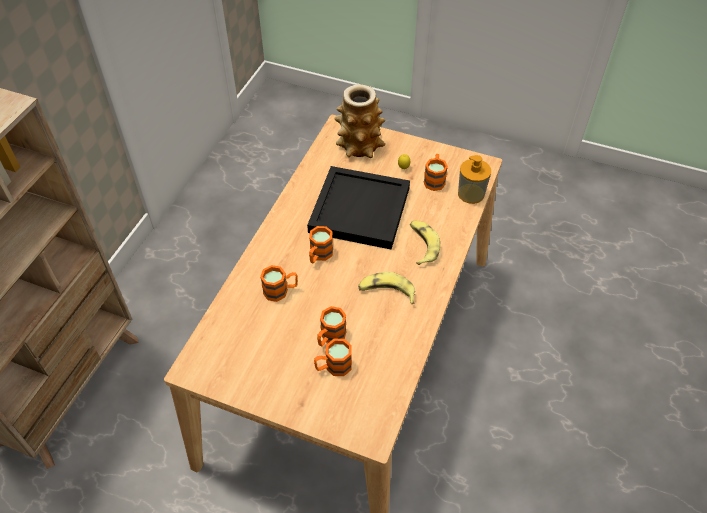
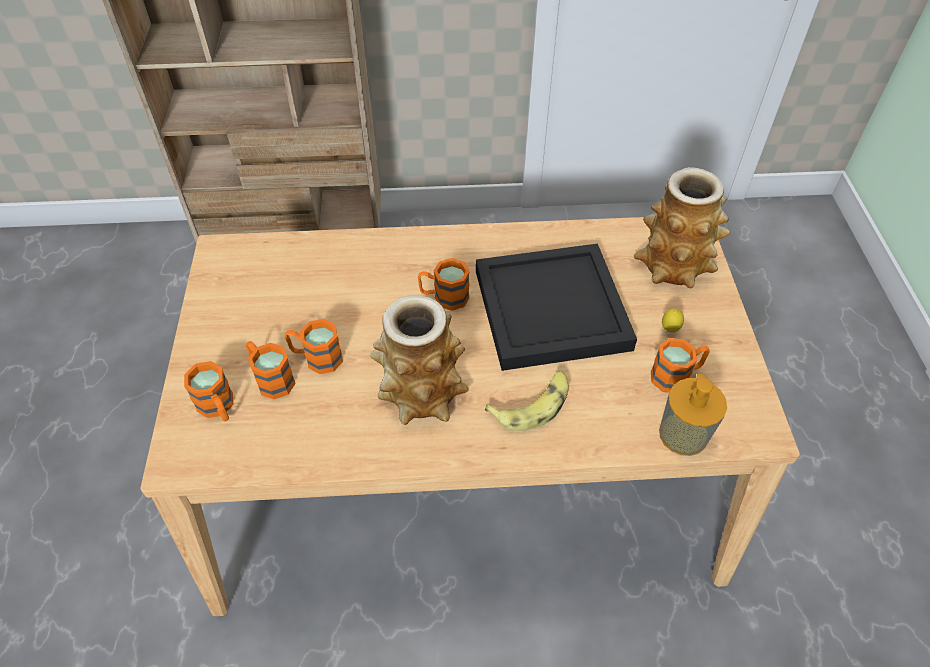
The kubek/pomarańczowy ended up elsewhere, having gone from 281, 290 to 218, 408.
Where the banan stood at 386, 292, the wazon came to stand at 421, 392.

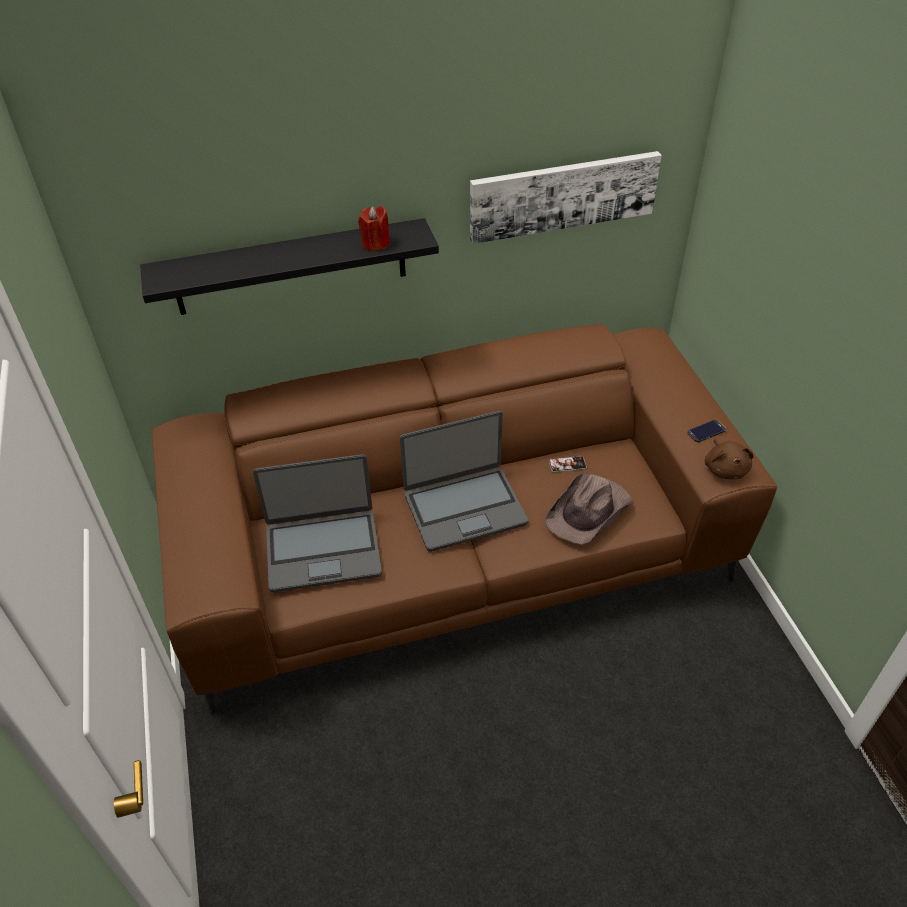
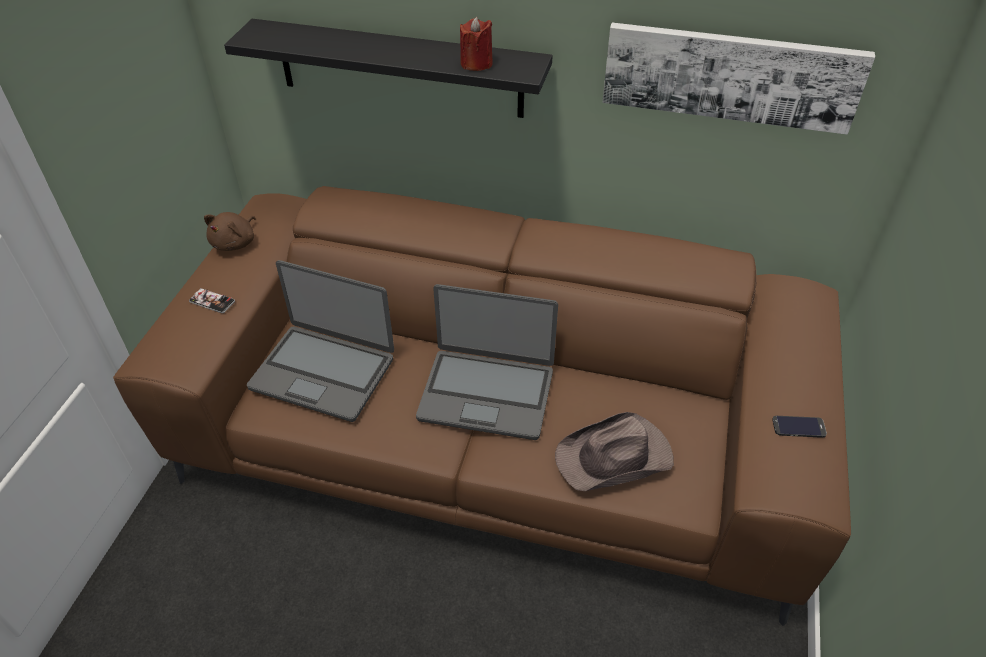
The telefon ended up elsewhere, having gone from 567, 464 to 212, 301.
The pluszak/brązowy ended up elsewhere, having gone from 725, 468 to 235, 243.

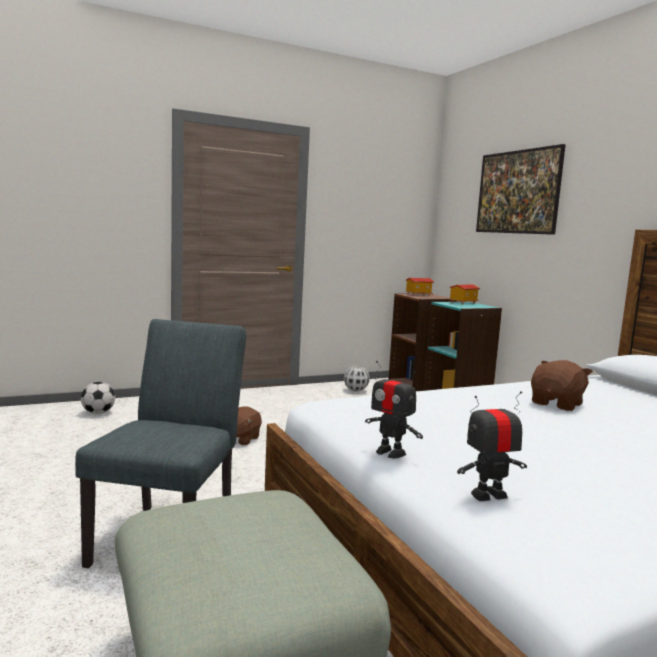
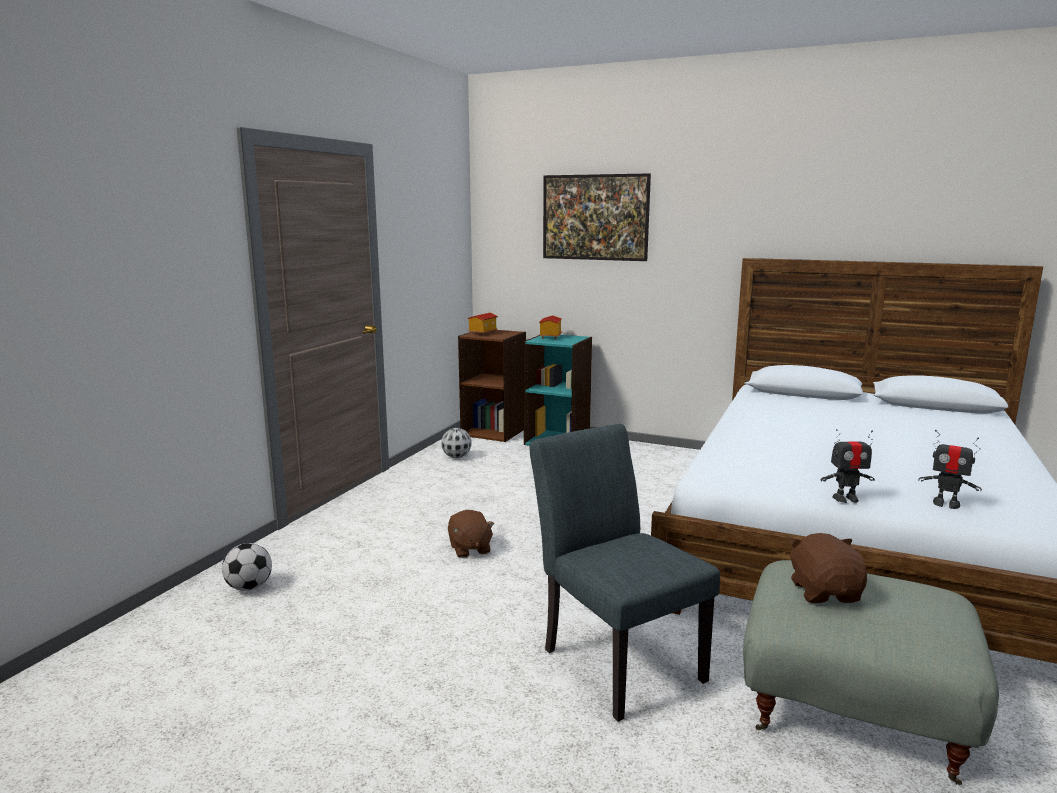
The pluszak/brązowy ended up elsewhere, having gone from 557, 404 to 825, 592.
The robot zabawkowy at 488, 495 ended up facing another way, 90 degrees counterclockwise from before.

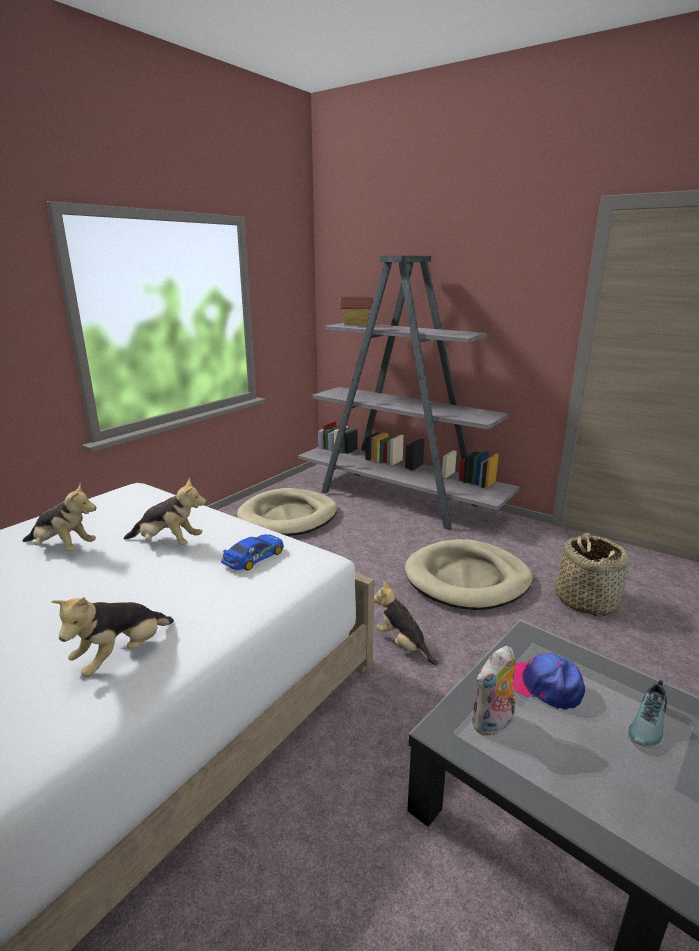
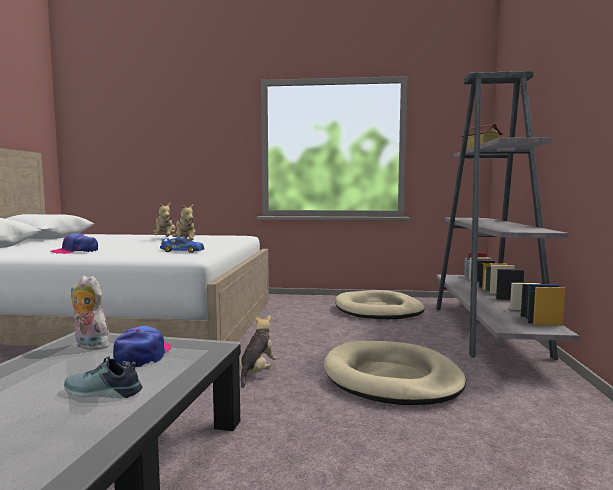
The second view lost the koszyk at 585, 600.
Where the pluszak stood at 122, 655, the czapka z daszkiem came to stand at 75, 251.

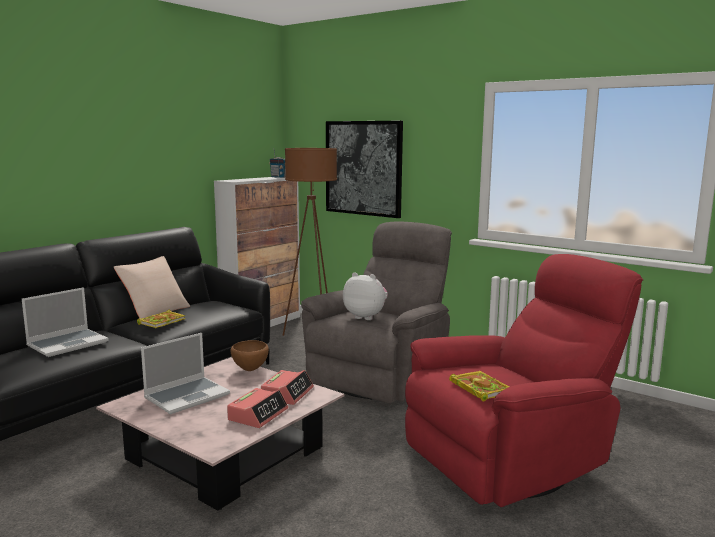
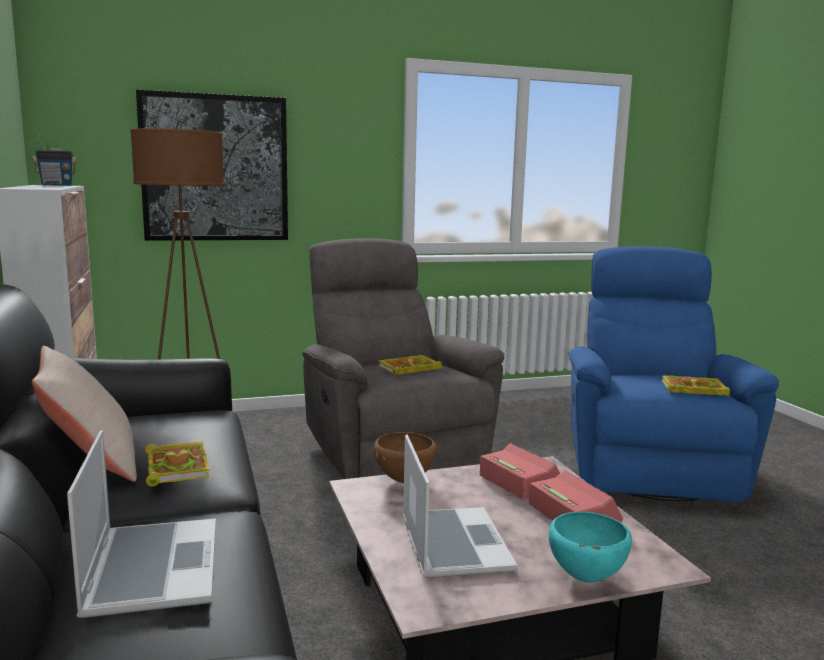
The second view gained the miska/turkusowy at 586, 578.
Where the pluszak stood at 366, 316, the książka came to stand at 408, 369.
What was the fotel/czerwony at 512, 460 turned into the fotel/niebieski at 648, 466.

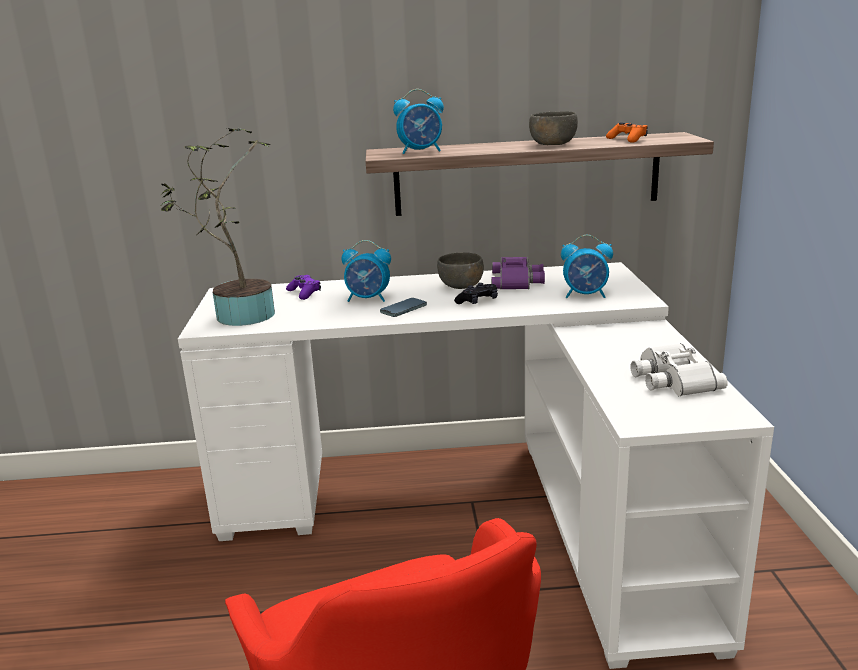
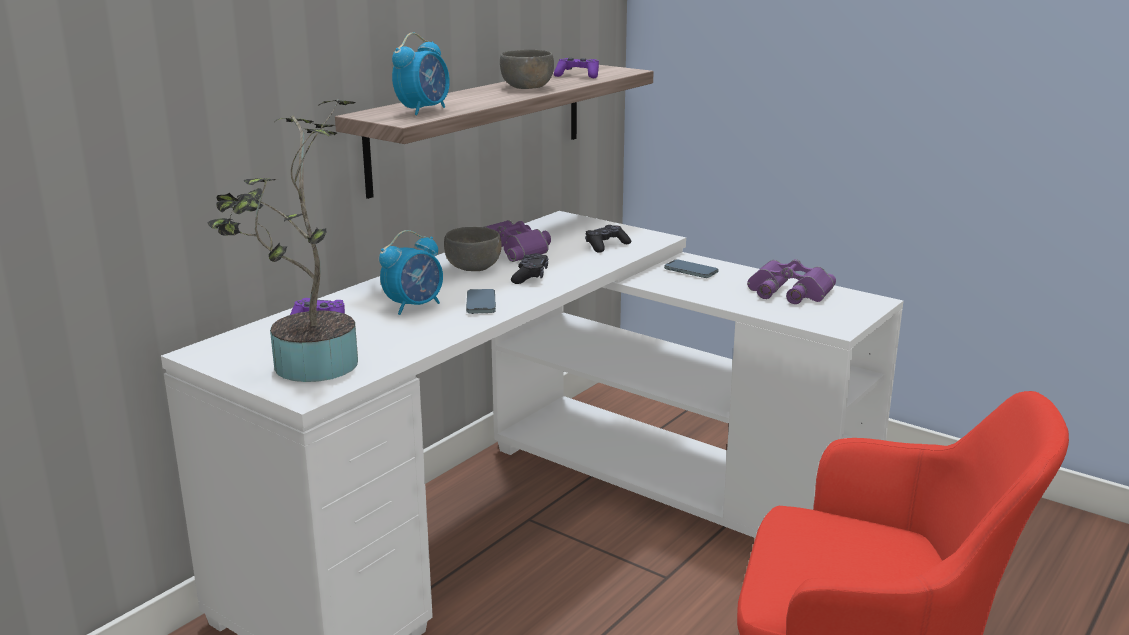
The second view gained the telefon at 691, 271.
Where the budzik stood at 585, 295, the pad do gier/czarny came to stand at 606, 246.
What was the pad do gier/pomarańczowy at 627, 139 turned into the pad do gier/fioletowy at 577, 76.
What was the lornetka/biały at 671, 379 turned into the lornetka/fioletowy at 787, 292.

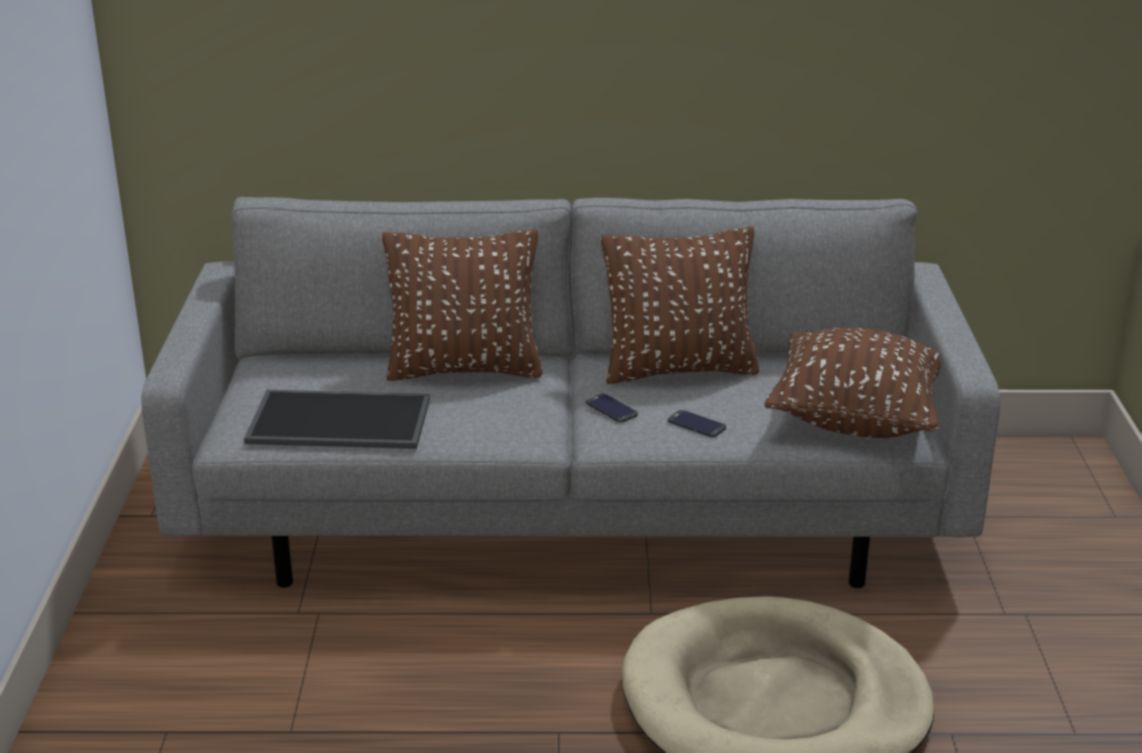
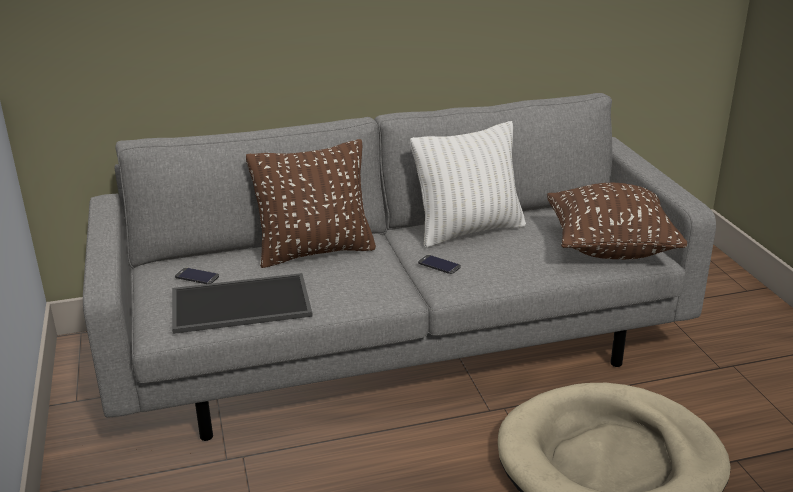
The telefon ended up elsewhere, having gone from 696, 424 to 197, 276.
What was the poduszka/brązowy at 679, 369 turned into the poduszka/biały at 468, 231.

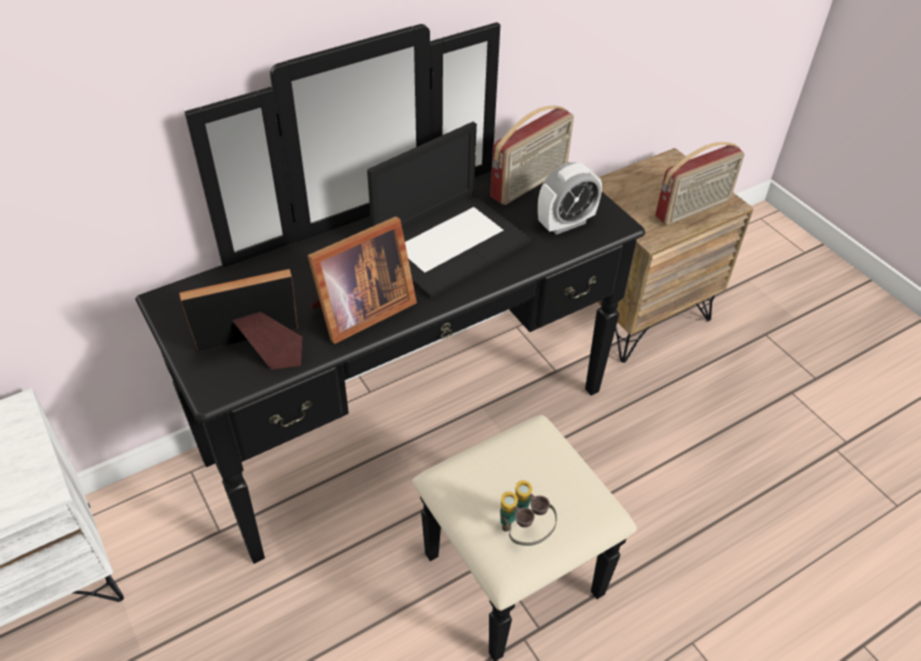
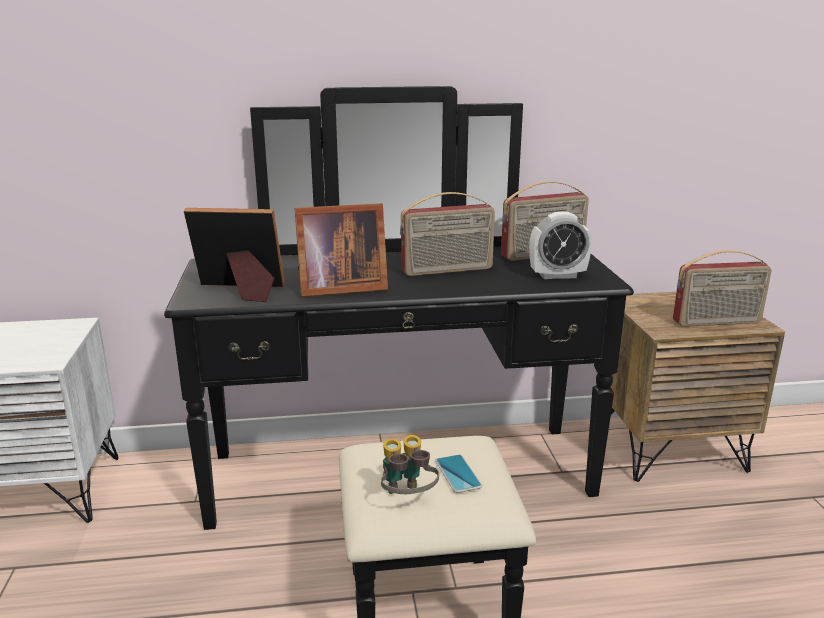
The second view gained the telefon at 458, 474.
Where the laptop stood at 452, 243, the radio came to stand at 447, 270.

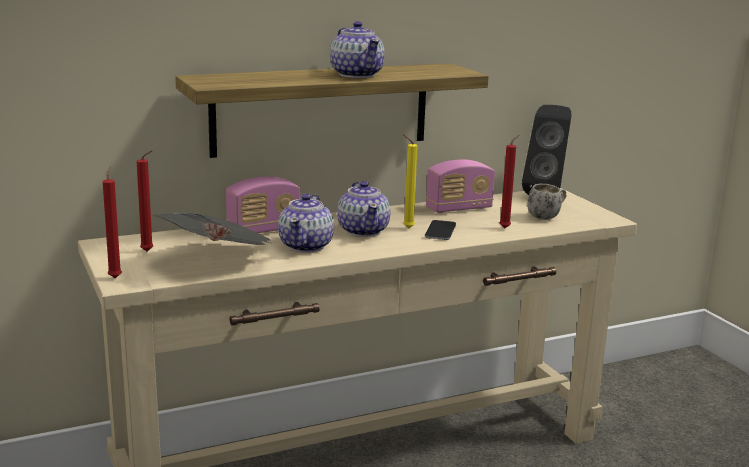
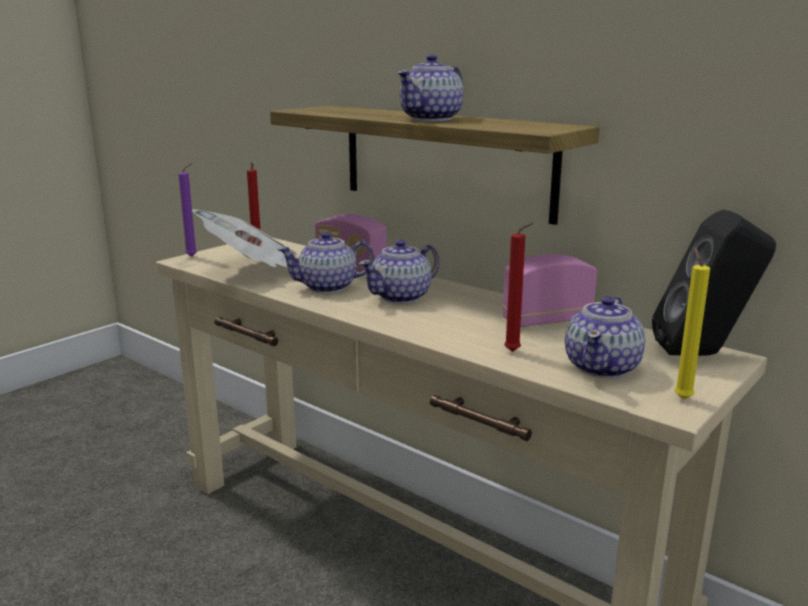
The second view lost the telefon at 440, 231.
The świeca/żółty ended up elsewhere, having gone from 406, 228 to 681, 397.
Where the kubek/biały stood at 547, 217, the imbryk came to stand at 603, 367.
What was the świeca/czerwony at 115, 277 turned into the świeca/fioletowy at 193, 256.
The radio at 459, 209 ended up facing another way, 120 degrees clockwise from before.

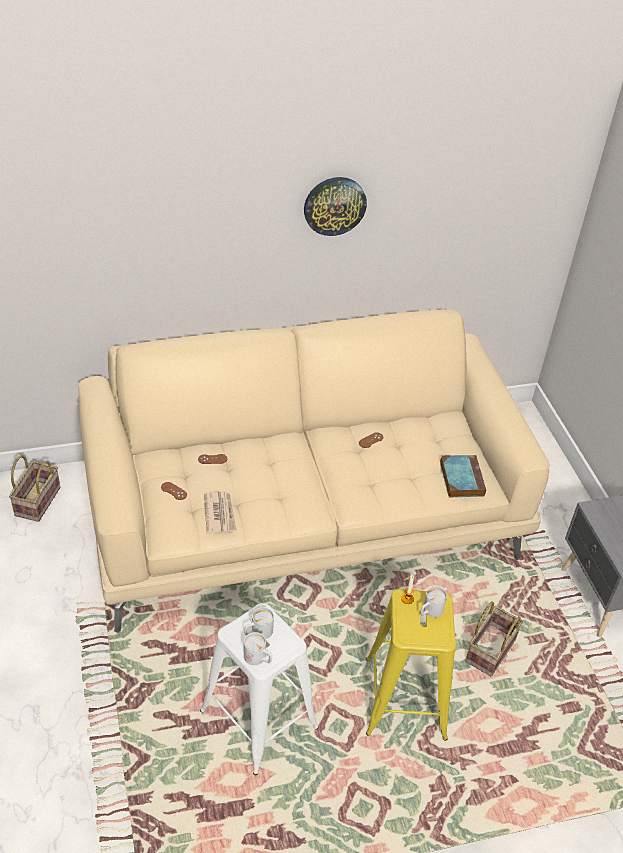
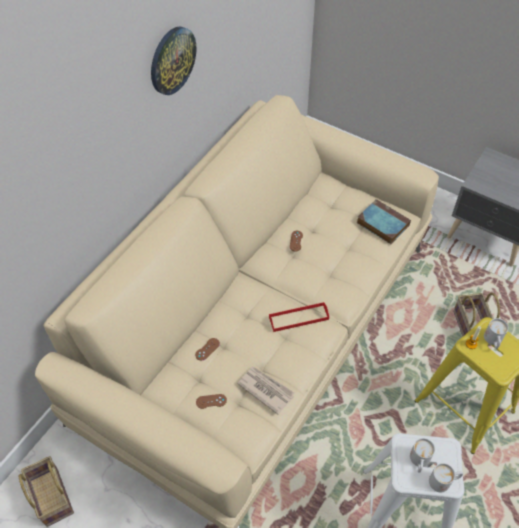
The second view gained the taca/czerwony at 298, 318.

